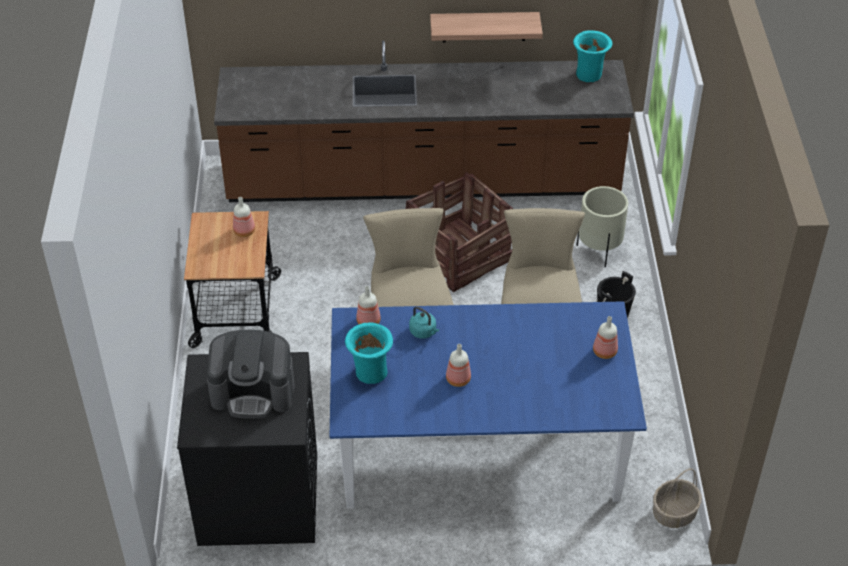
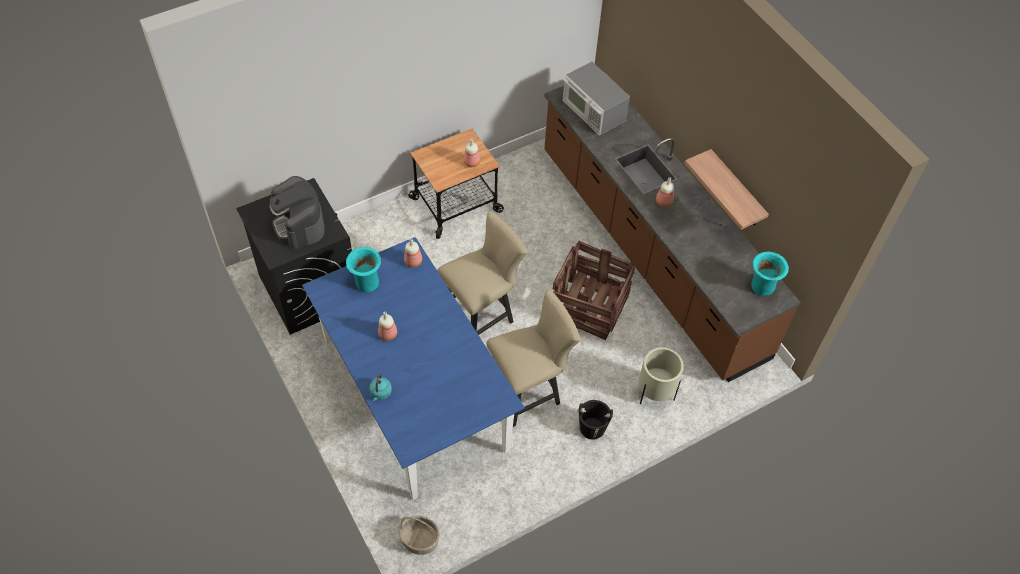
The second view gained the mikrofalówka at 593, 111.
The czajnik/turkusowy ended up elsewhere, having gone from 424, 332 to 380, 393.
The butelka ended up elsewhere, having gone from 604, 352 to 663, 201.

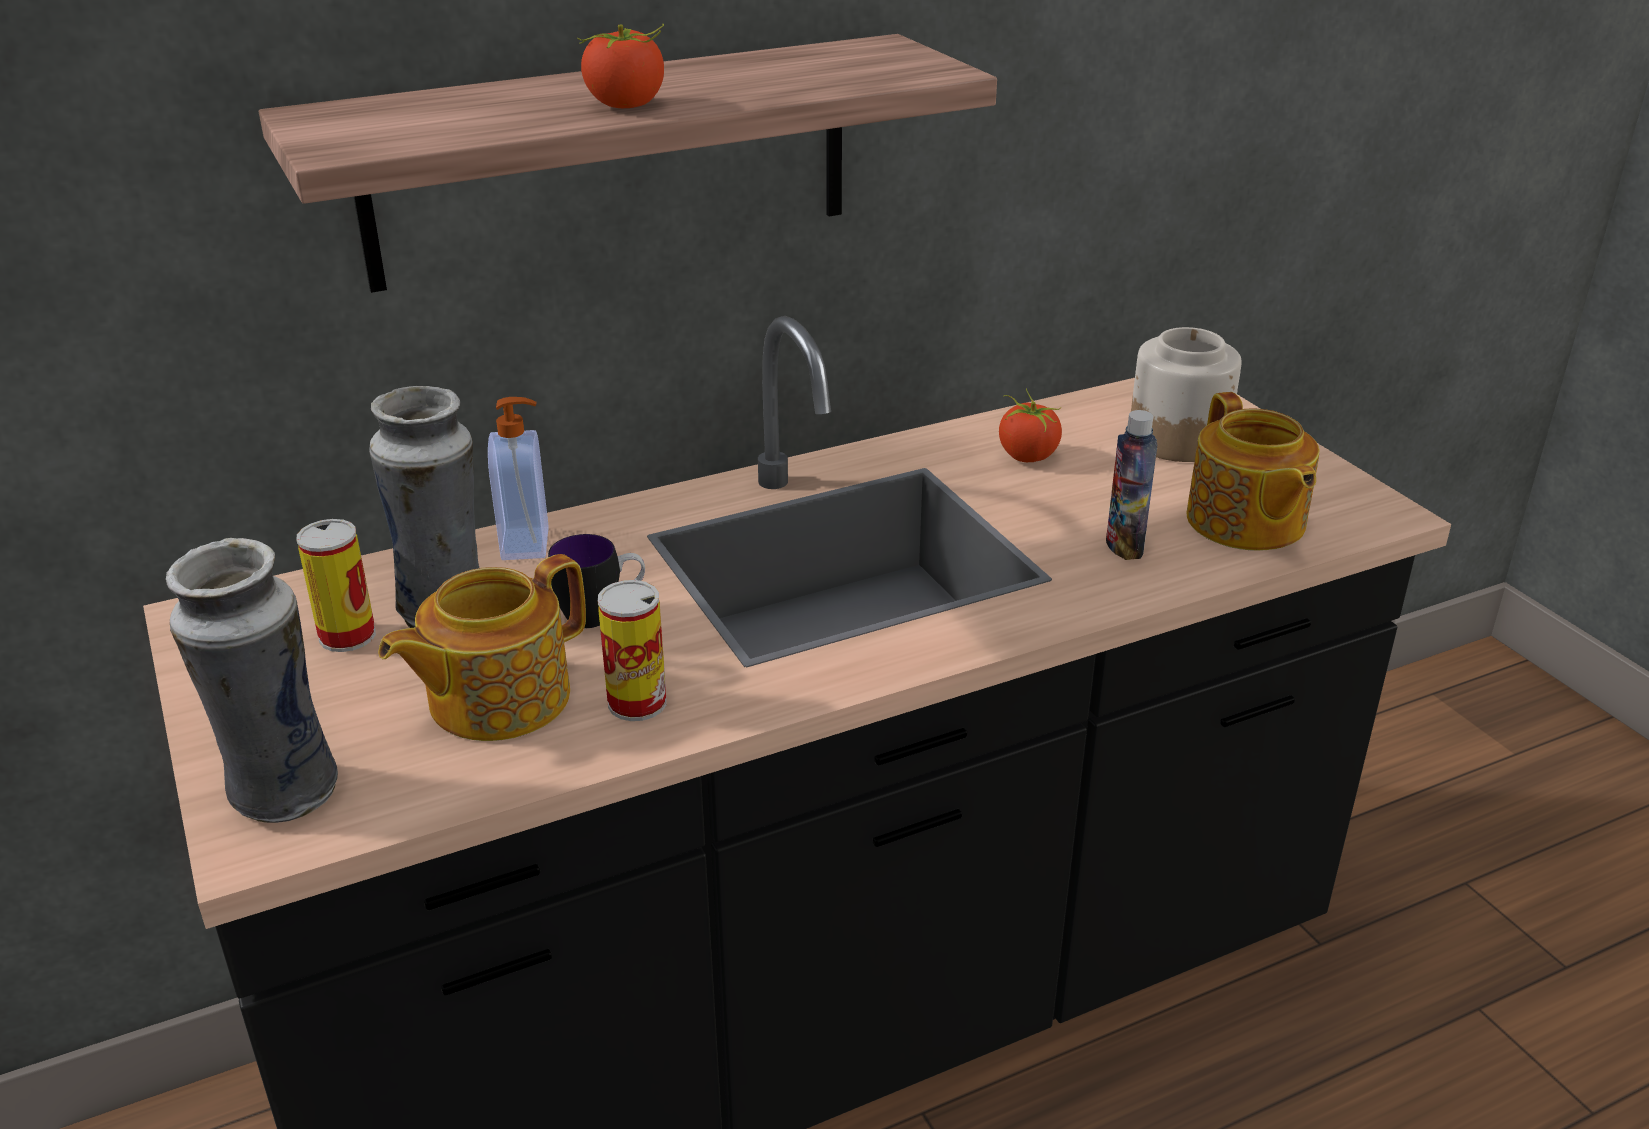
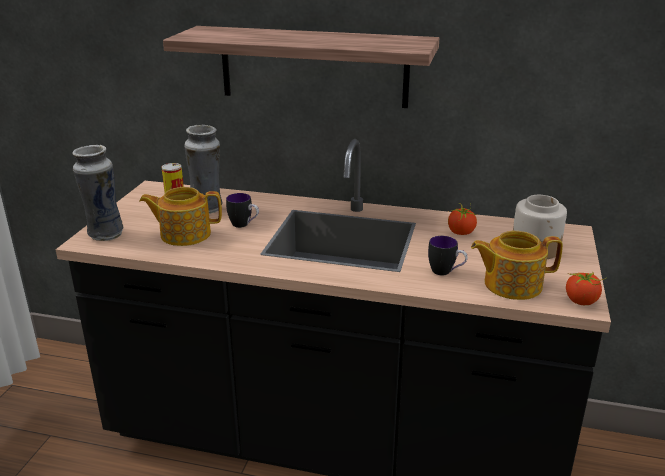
The second view lost the dozownik mydła at 528, 544.
The second view lost the puszka at 637, 703.
The pomidor ended up elsewhere, having gone from 626, 105 to 581, 301.
Where the butelka stood at 1124, 546, the kubek came to stand at 446, 272.
The imbryk at 1245, 522 ended up facing another way, 60 degrees clockwise from before.

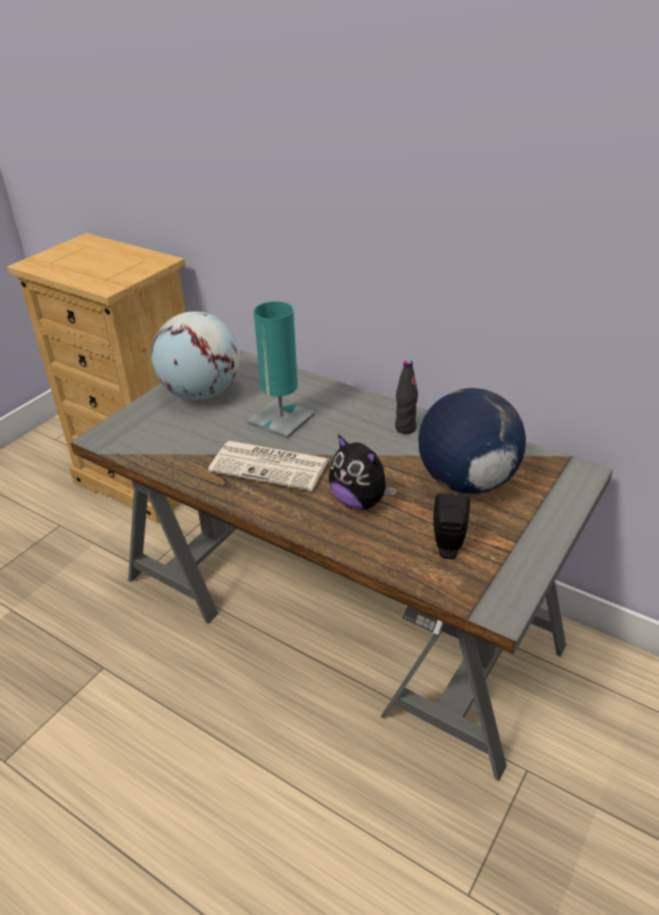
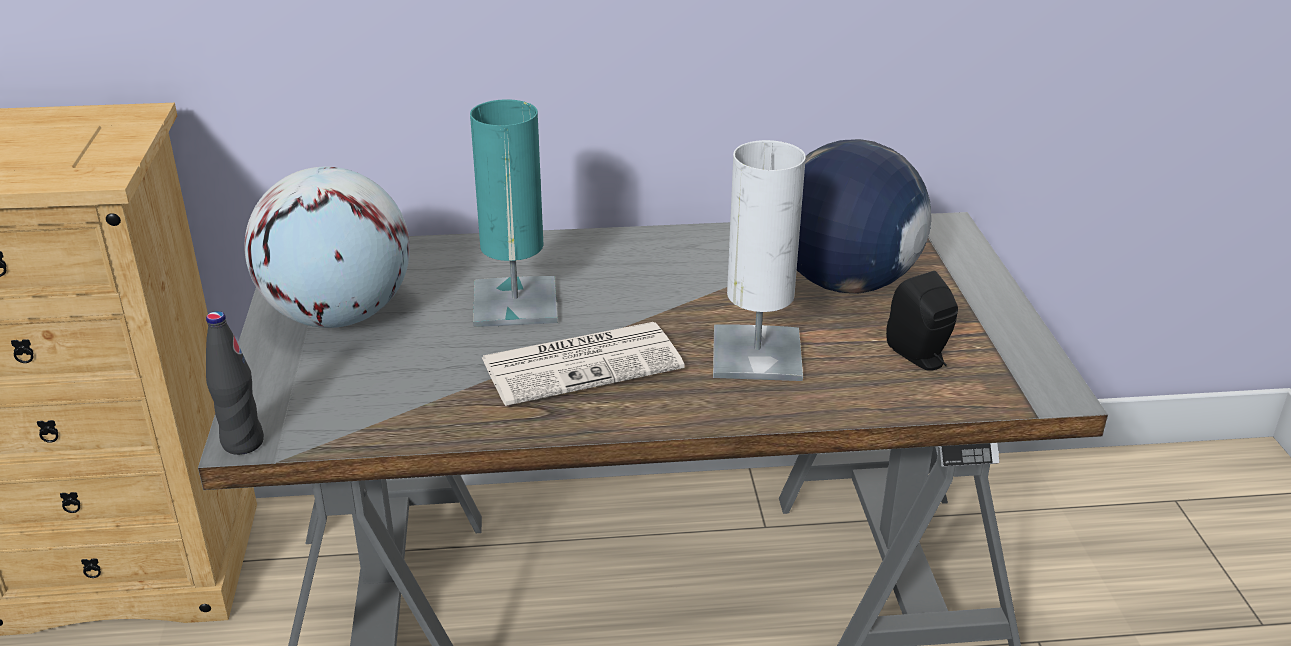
The butelka/czarny ended up elsewhere, having gone from 405, 428 to 242, 443.
Where the pluszak stood at 360, 501, the lampa stołowa/biały came to stand at 757, 354.

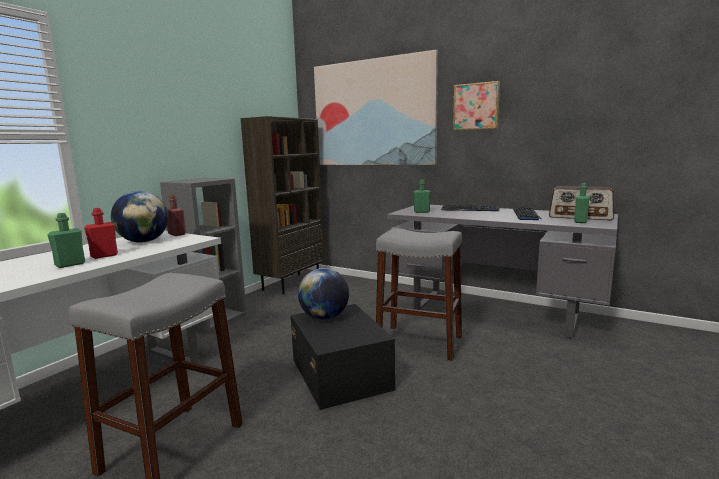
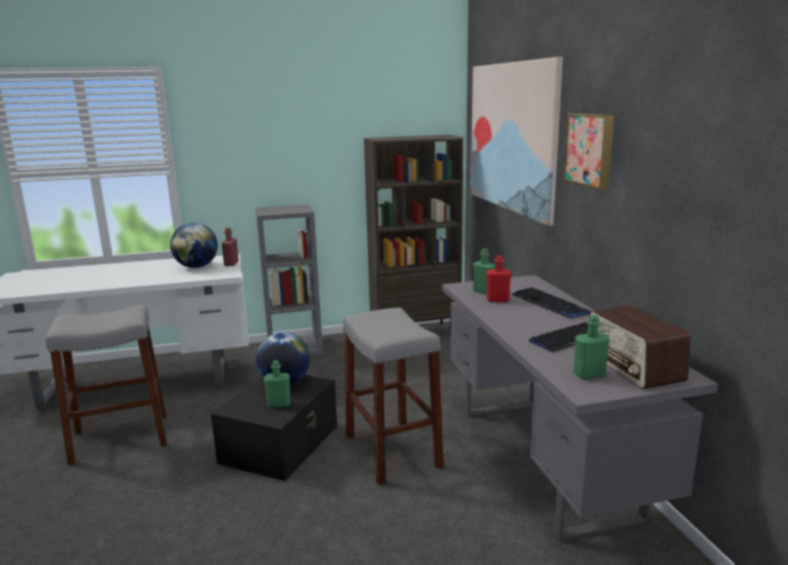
The butelka/zielony ended up elsewhere, having gone from 70, 264 to 279, 404.
The butelka/czerwony ended up elsewhere, having gone from 104, 256 to 498, 300.

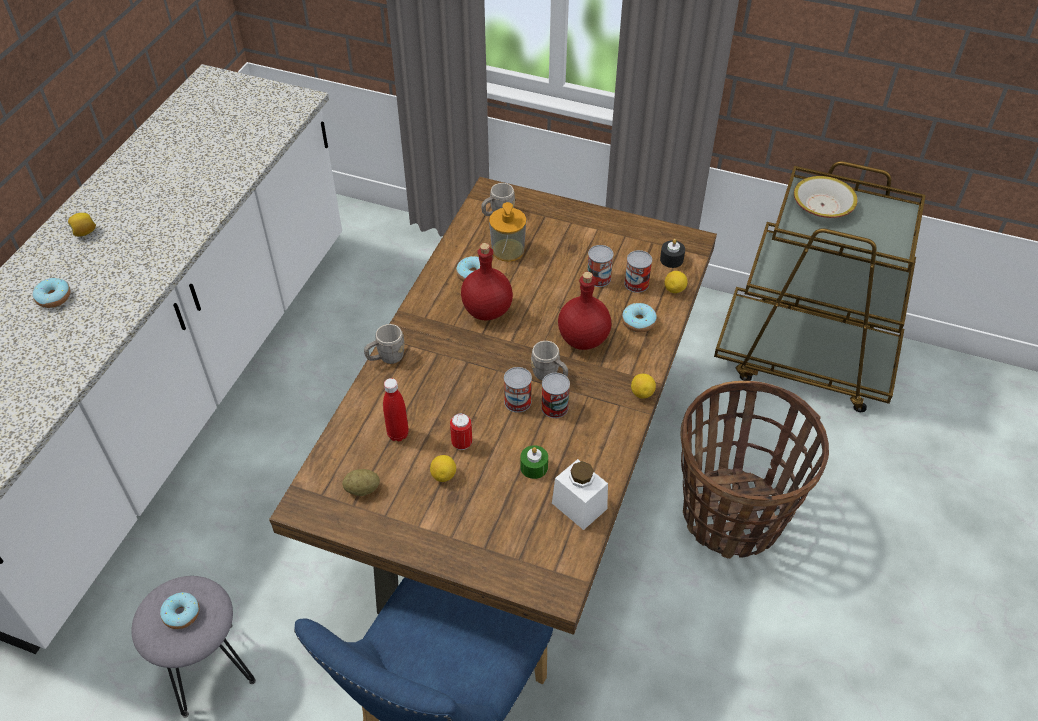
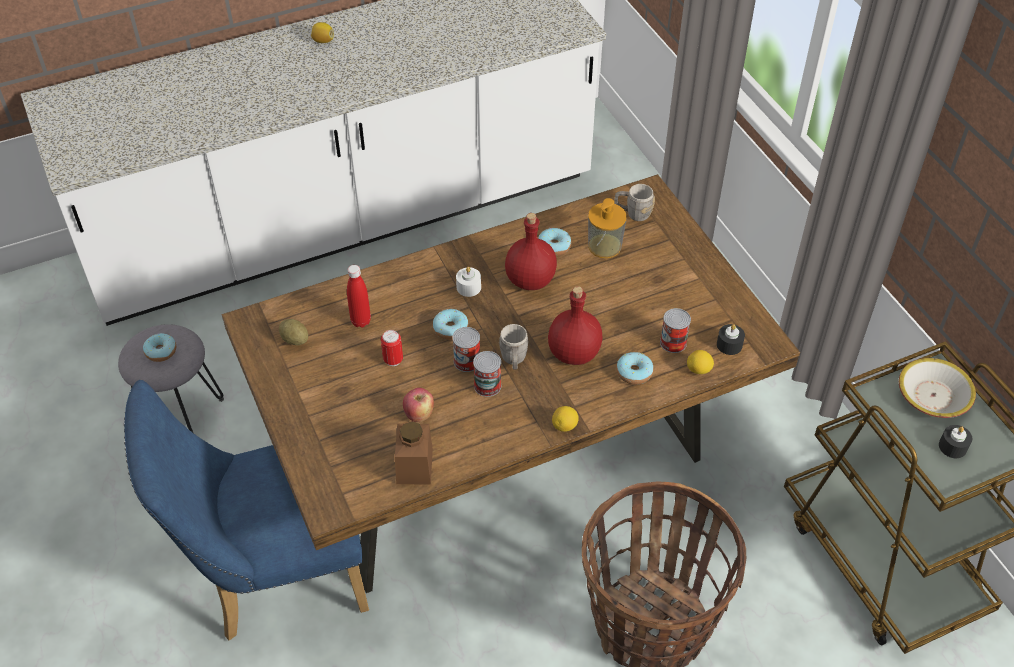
The second view lost the kubek/szary at 386, 358.
The second view lost the cytryna at 444, 475.
The second view lost the puszka at 598, 278.
The second view gained the świeca/biały at 468, 287.
The second view gained the świeca/czarny at 952, 447.
The donut ended up elsewhere, having gone from 54, 298 to 450, 329.
Where the świeca/zielony stood at 534, 467, the jabłko came to stand at 419, 415.
What was the słoik/biały at 579, 506 turned into the słoik/brązowy at 414, 466.

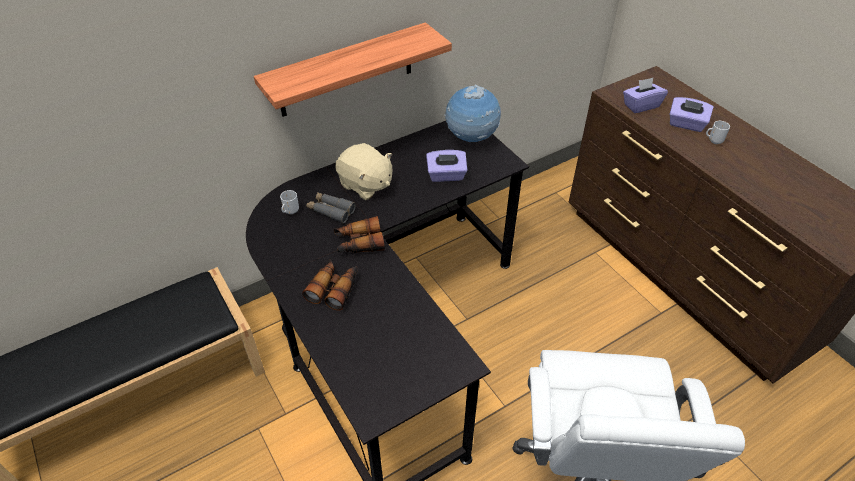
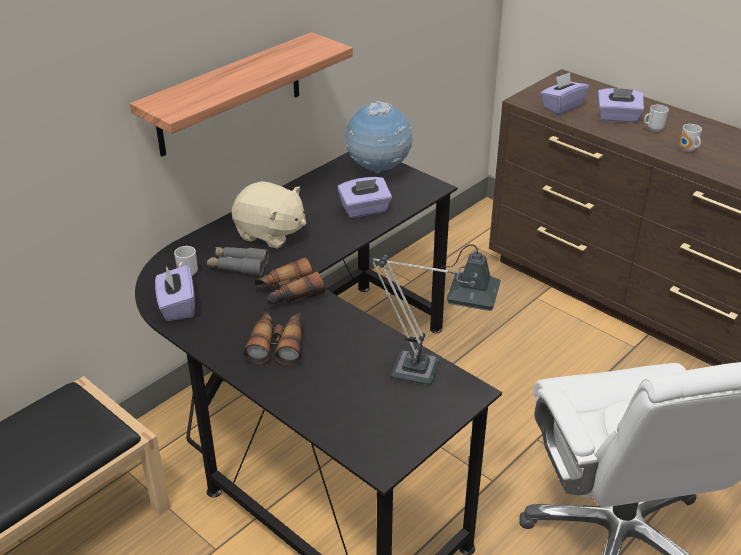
The second view gained the pudełko chusteczek/fioletowy at 177, 306.
The second view gained the lampa stołowa at 428, 372.
The second view gained the kubek at 687, 150.

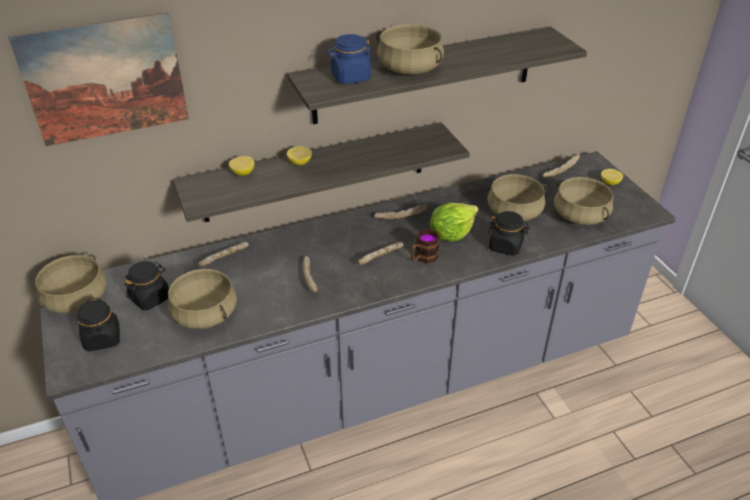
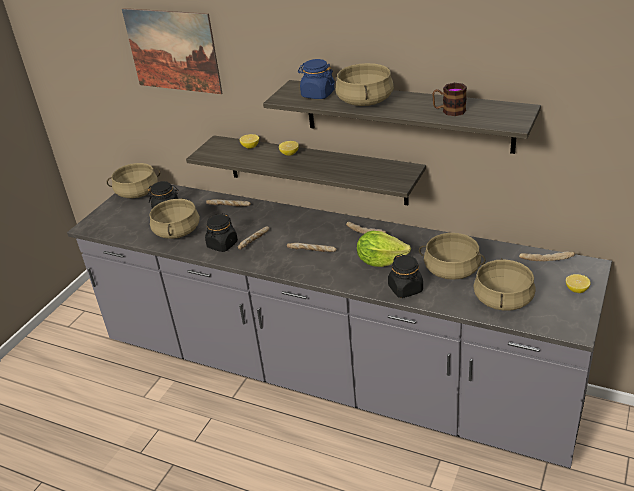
The słoik/czarny ended up elsewhere, having gone from 102, 339 to 222, 245.
The kubek ended up elsewhere, having gone from 423, 258 to 449, 111.

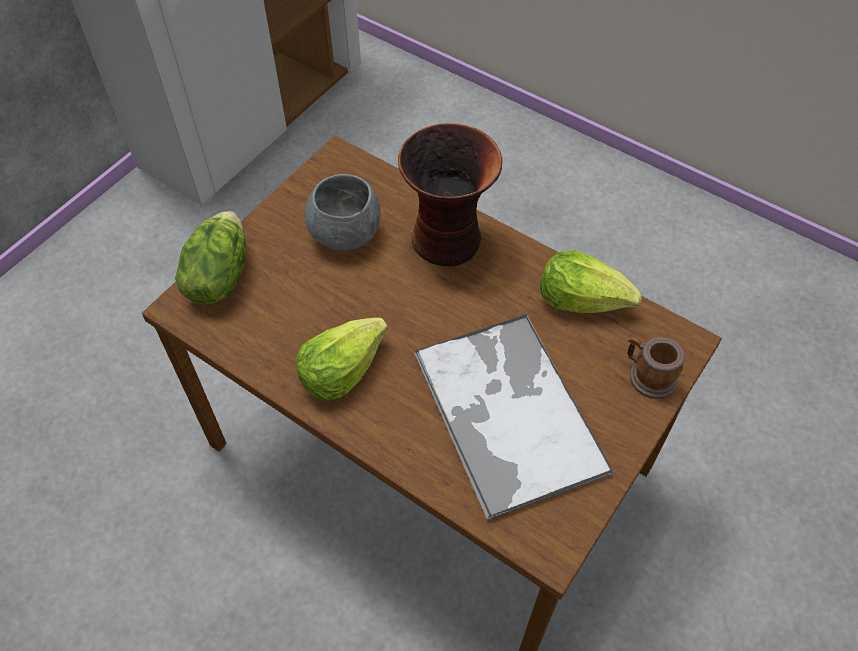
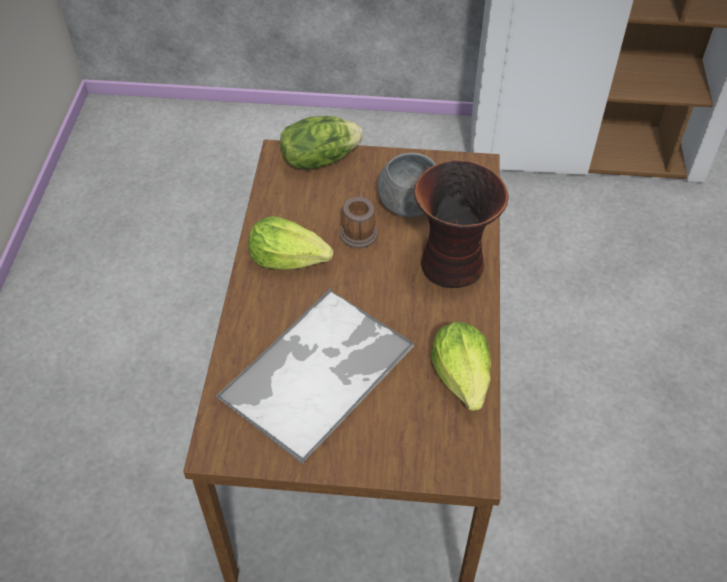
The kubek ended up elsewhere, having gone from 647, 375 to 359, 231.

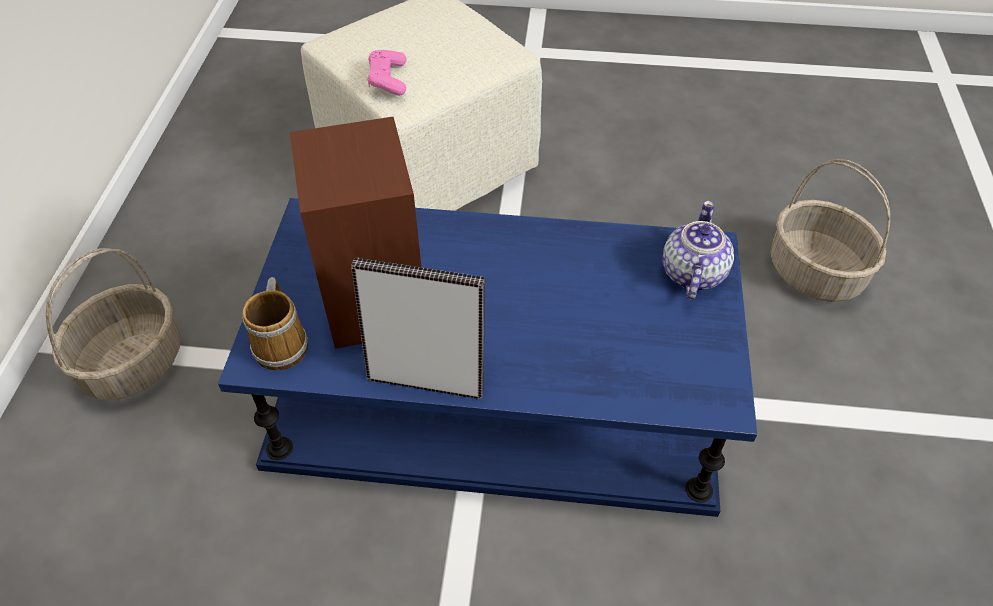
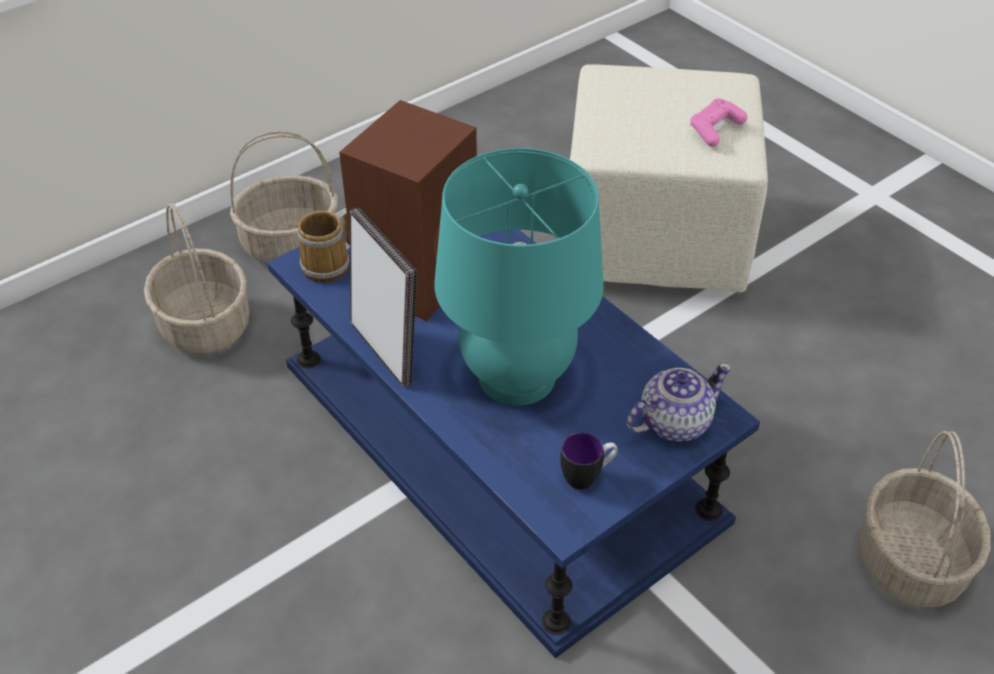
The second view gained the koszyk at 204, 325.
The second view gained the lampa stołowa/turkusowy at 517, 376.
The second view gained the kubek at 587, 477.
The pad do gier/różowy ended up elsewhere, having gone from 388, 79 to 715, 129.

